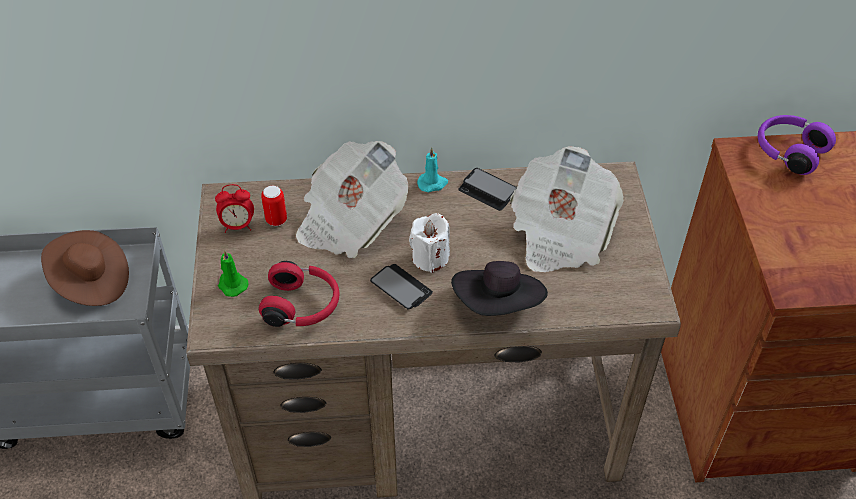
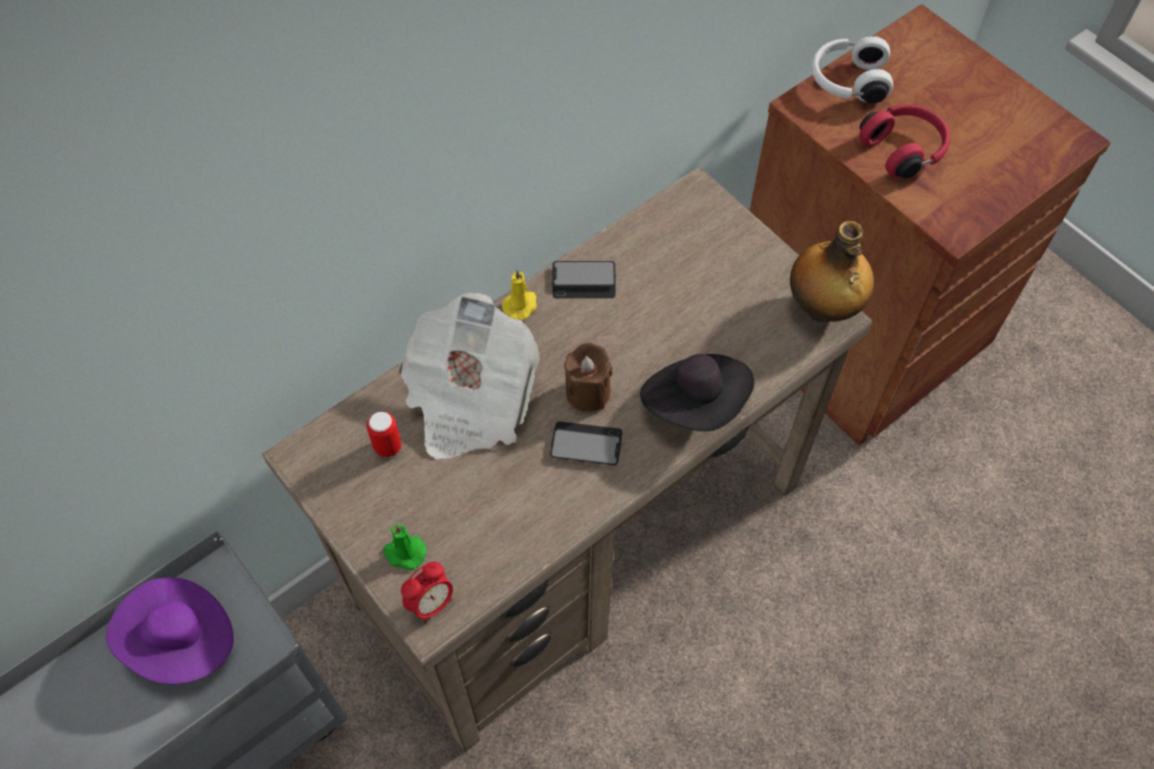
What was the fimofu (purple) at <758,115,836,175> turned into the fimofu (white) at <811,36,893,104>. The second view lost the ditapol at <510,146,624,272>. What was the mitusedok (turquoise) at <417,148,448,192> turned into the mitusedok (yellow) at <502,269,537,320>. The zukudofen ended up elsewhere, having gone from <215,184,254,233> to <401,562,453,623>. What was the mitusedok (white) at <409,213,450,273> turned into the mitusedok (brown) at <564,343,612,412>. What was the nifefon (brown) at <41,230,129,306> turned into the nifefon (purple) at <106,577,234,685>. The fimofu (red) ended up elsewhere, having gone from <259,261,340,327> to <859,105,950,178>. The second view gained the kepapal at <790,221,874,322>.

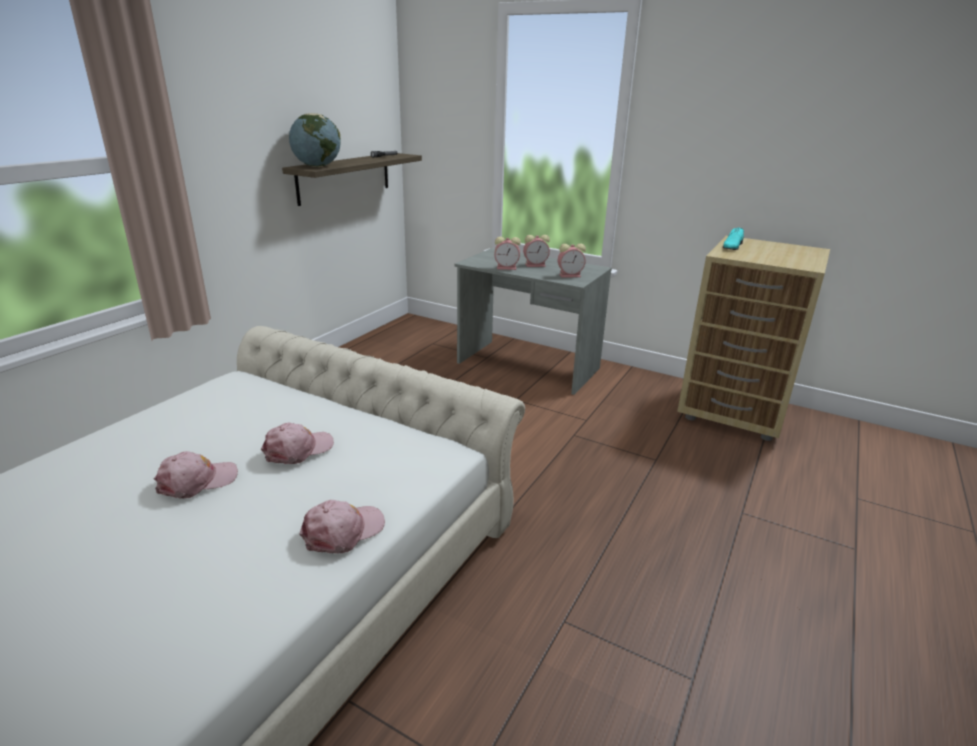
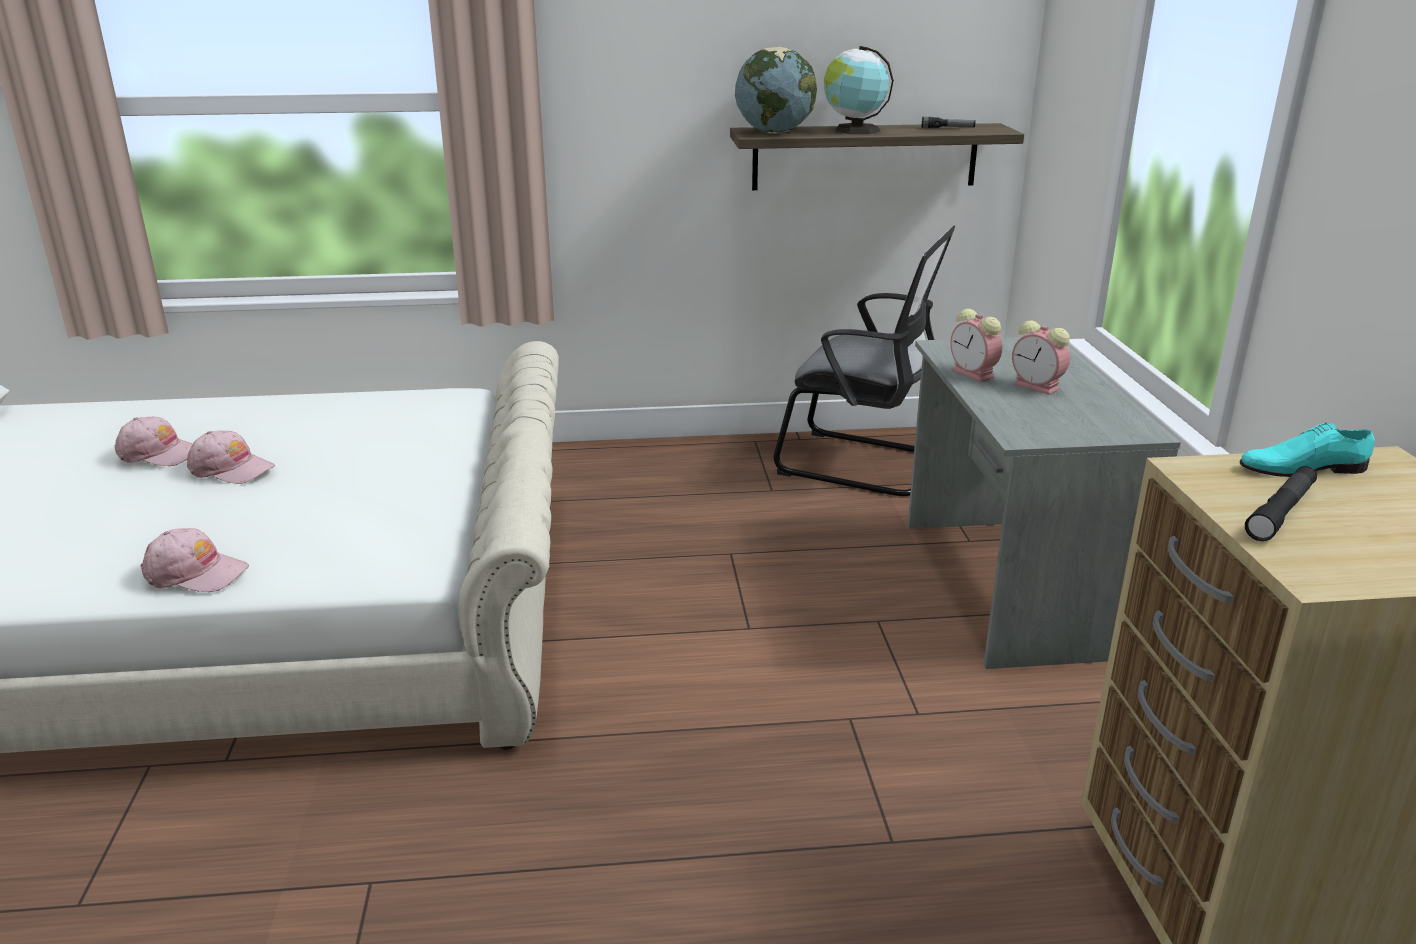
The second view lost the zukudofen at <558,244,586,278>. The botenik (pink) ended up elsewhere, having gone from <261,423,334,464> to <115,417,193,466>. The second view gained the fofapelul at <824,46,894,134>. The second view gained the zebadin at <773,225,955,496>. The second view gained the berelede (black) at <1245,466,1317,541>.

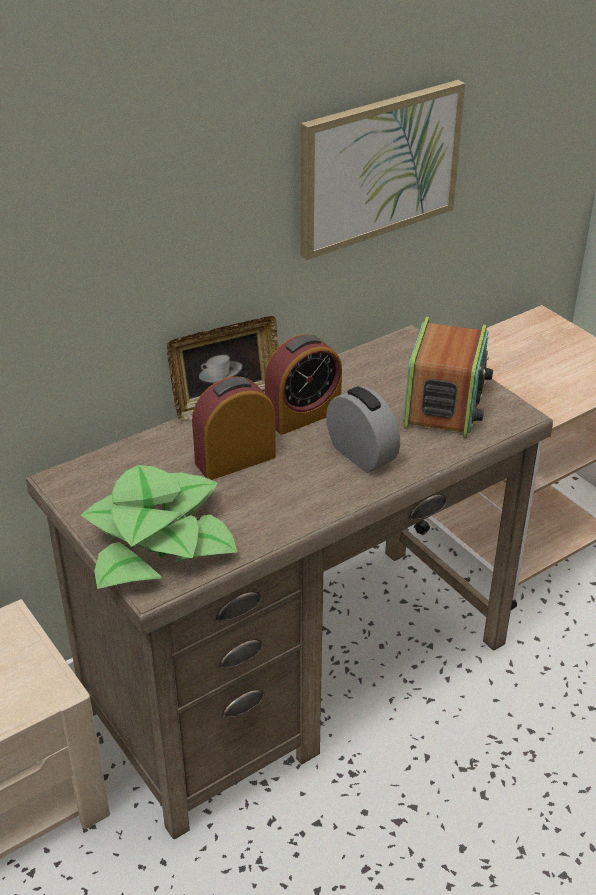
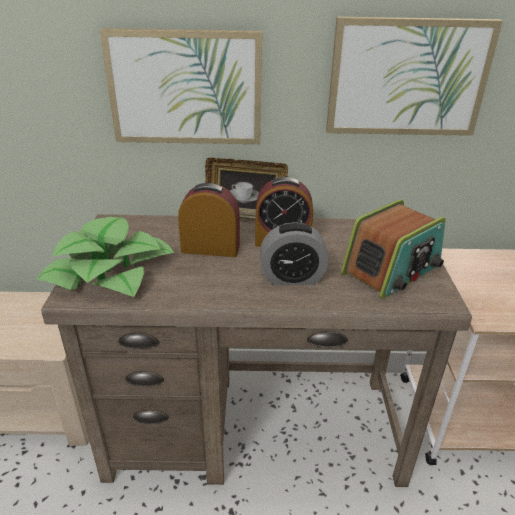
The zukudofen at <326,387,400,473> ended up facing another way, 90 degrees clockwise from before. The second view gained the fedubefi at <99,28,262,144>.

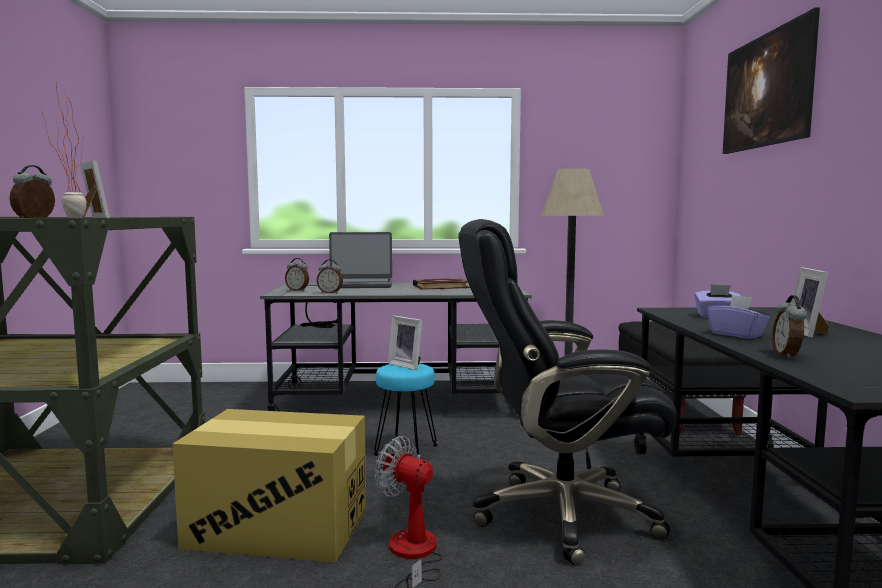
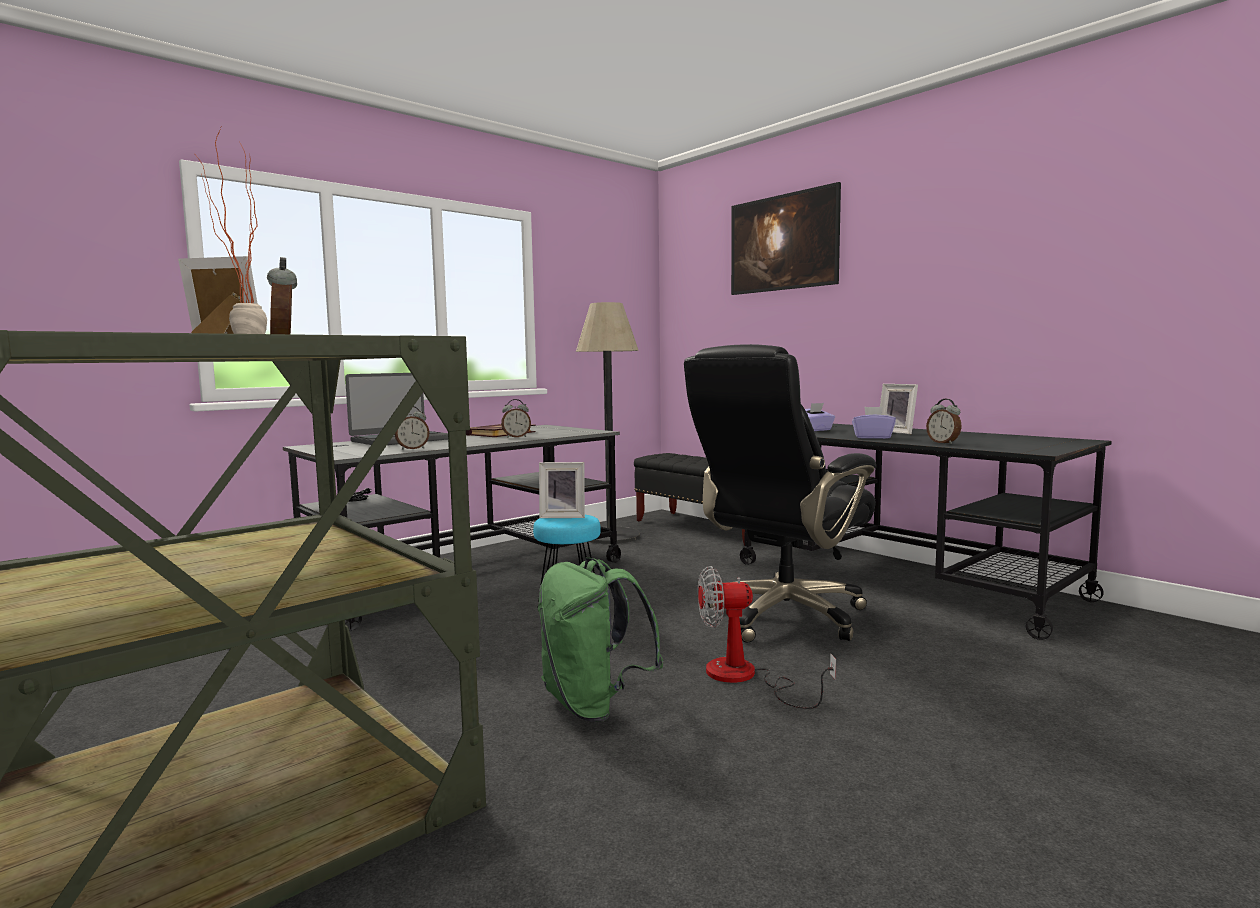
The zukudofen ended up elsewhere, having gone from <285,258,309,291> to <501,399,531,438>. Where the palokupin stood at <172,409,366,563>, the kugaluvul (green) came to stand at <538,558,664,722>.

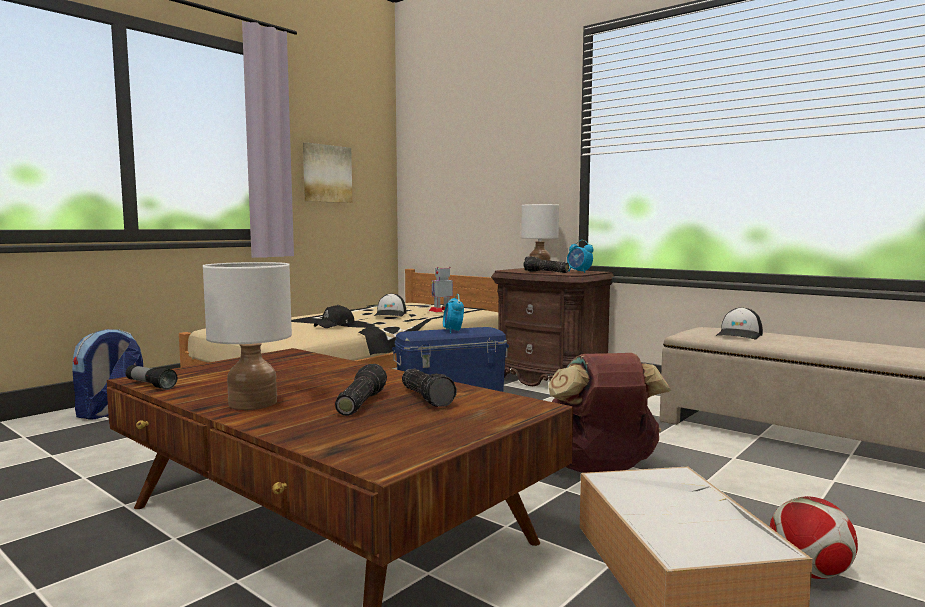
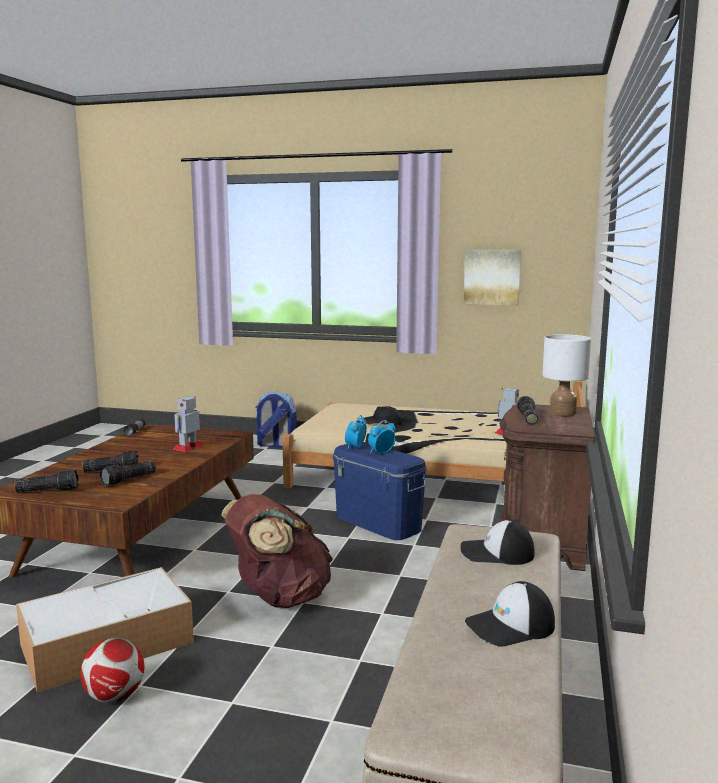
The zukudofen ended up elsewhere, having gone from <567,240,594,273> to <345,415,367,450>. The second view lost the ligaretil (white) at <203,262,292,410>. The botenik ended up elsewhere, having gone from <374,293,406,316> to <465,581,555,647>. The second view gained the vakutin at <173,396,203,452>. The second view gained the berelede at <15,470,79,493>.

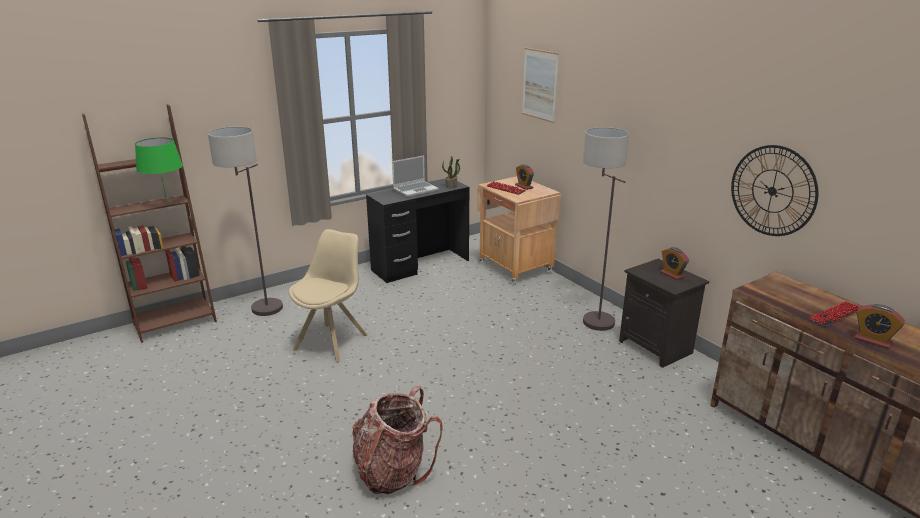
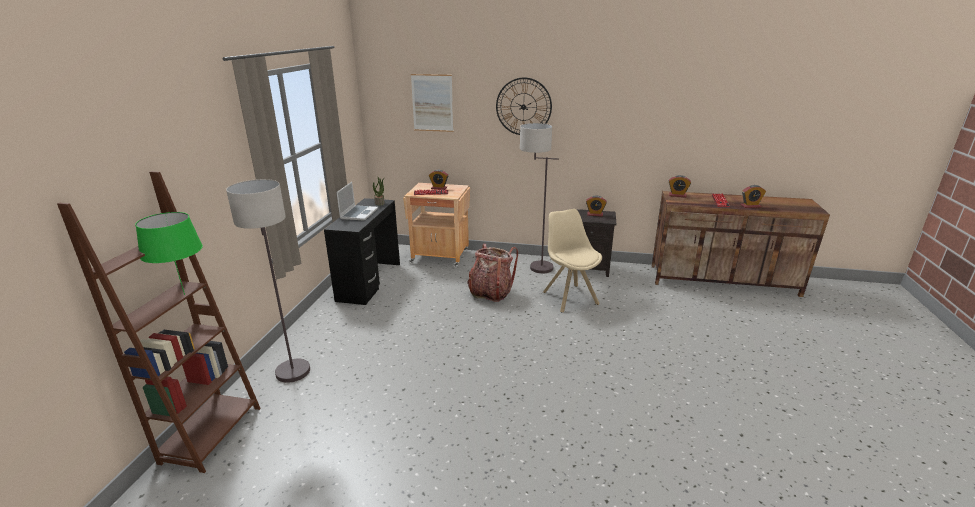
The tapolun ended up elsewhere, having gone from <731,145,818,236> to <496,77,552,135>. The zebadin (beige) ended up elsewhere, having gone from <289,229,367,362> to <543,209,602,313>. The kugaluvul ended up elsewhere, having gone from <352,386,443,495> to <467,244,518,302>. The second view gained the zukudofen at <669,175,691,198>.

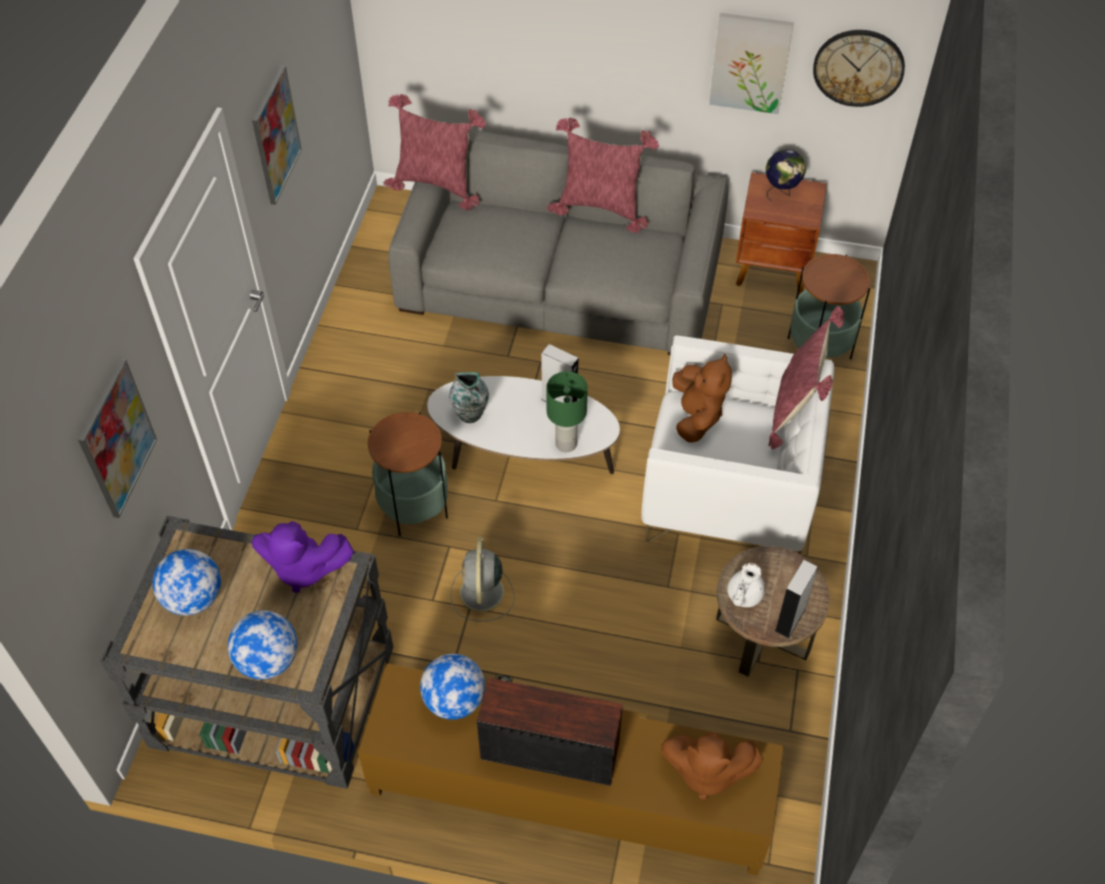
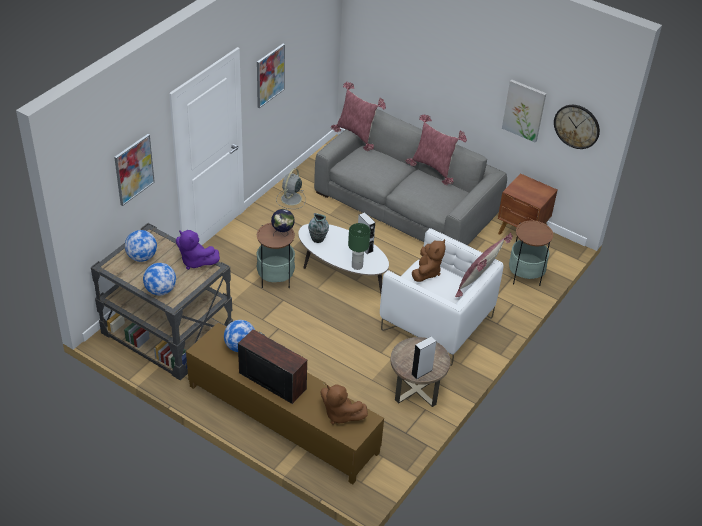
The fofapelul ended up elsewhere, having gone from <766,150,806,201> to <271,209,295,236>. The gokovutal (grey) ended up elsewhere, having gone from <450,537,514,622> to <276,168,306,209>. The second view lost the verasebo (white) at <727,563,765,607>.

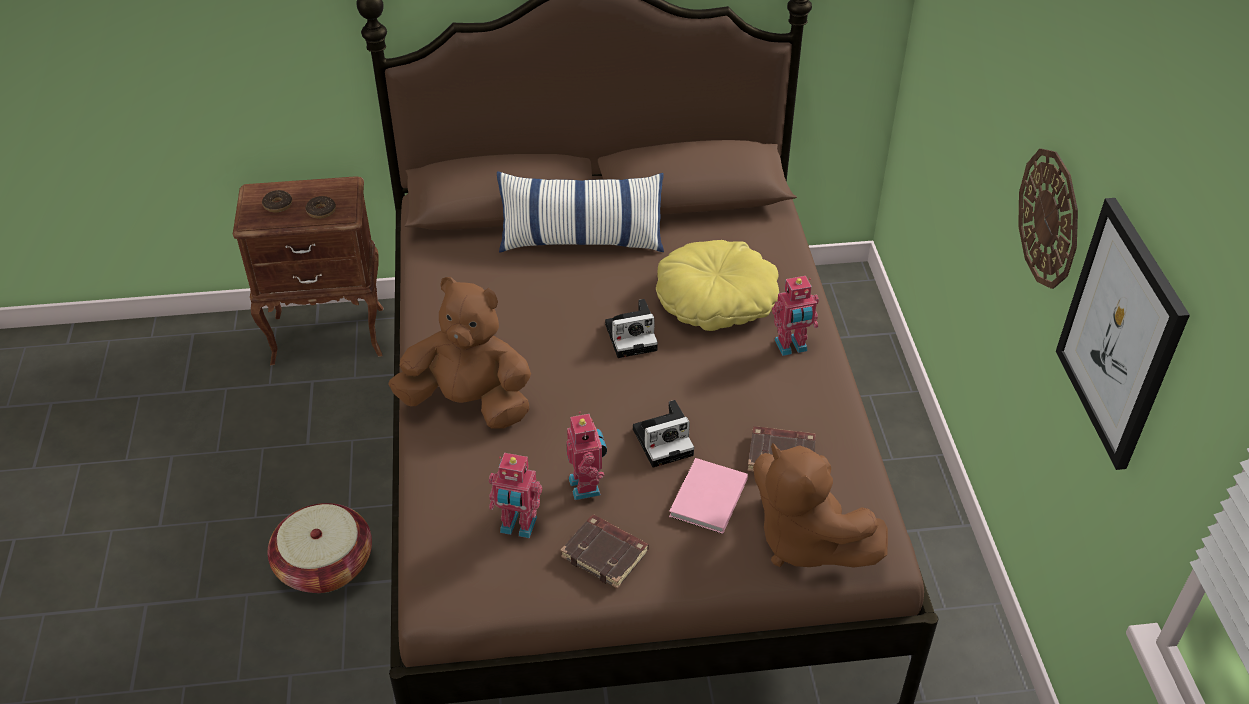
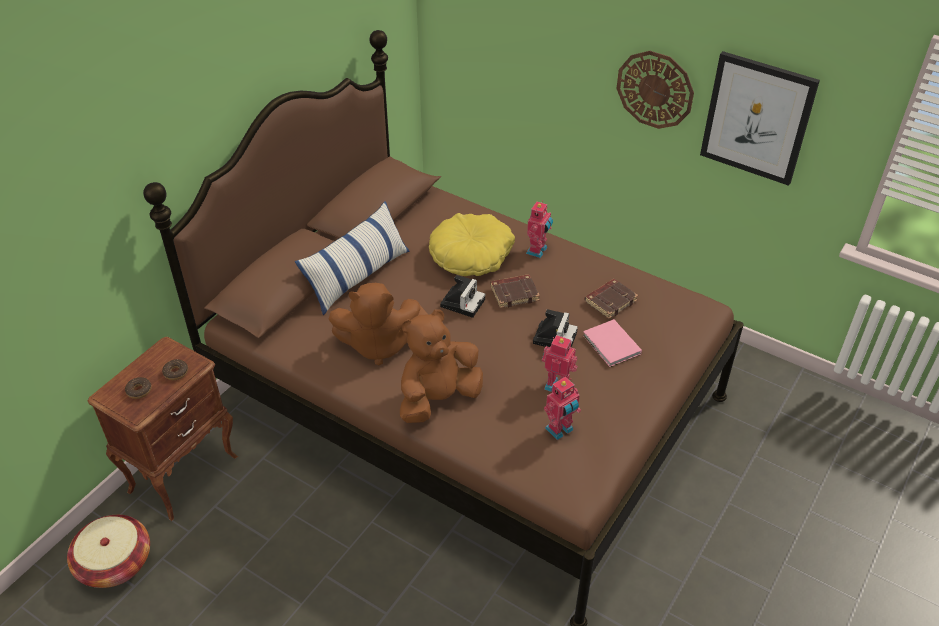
The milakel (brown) ended up elsewhere, having gone from <753,443,888,568> to <328,283,427,366>. The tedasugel ended up elsewhere, having gone from <268,503,372,593> to <67,515,150,588>. The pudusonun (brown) ended up elsewhere, having gone from <560,514,649,589> to <490,274,540,308>.

